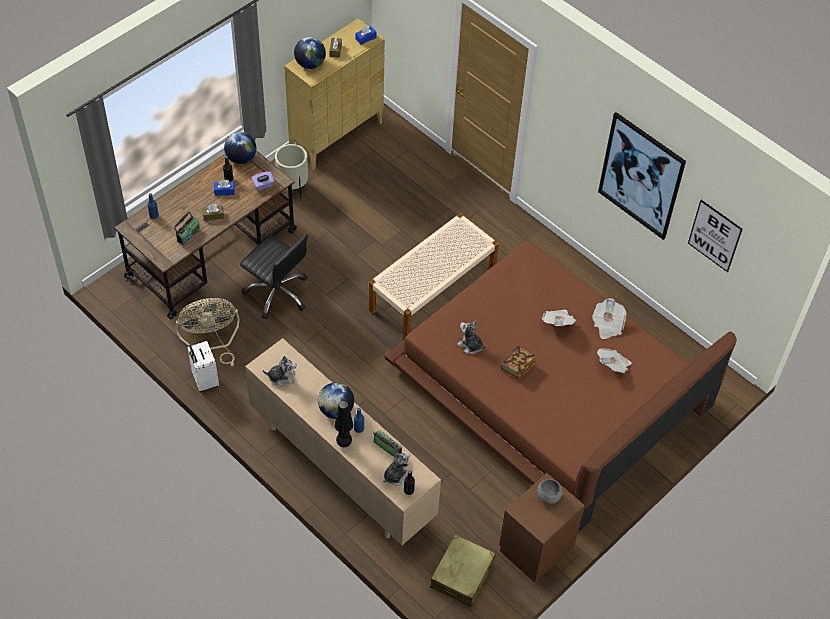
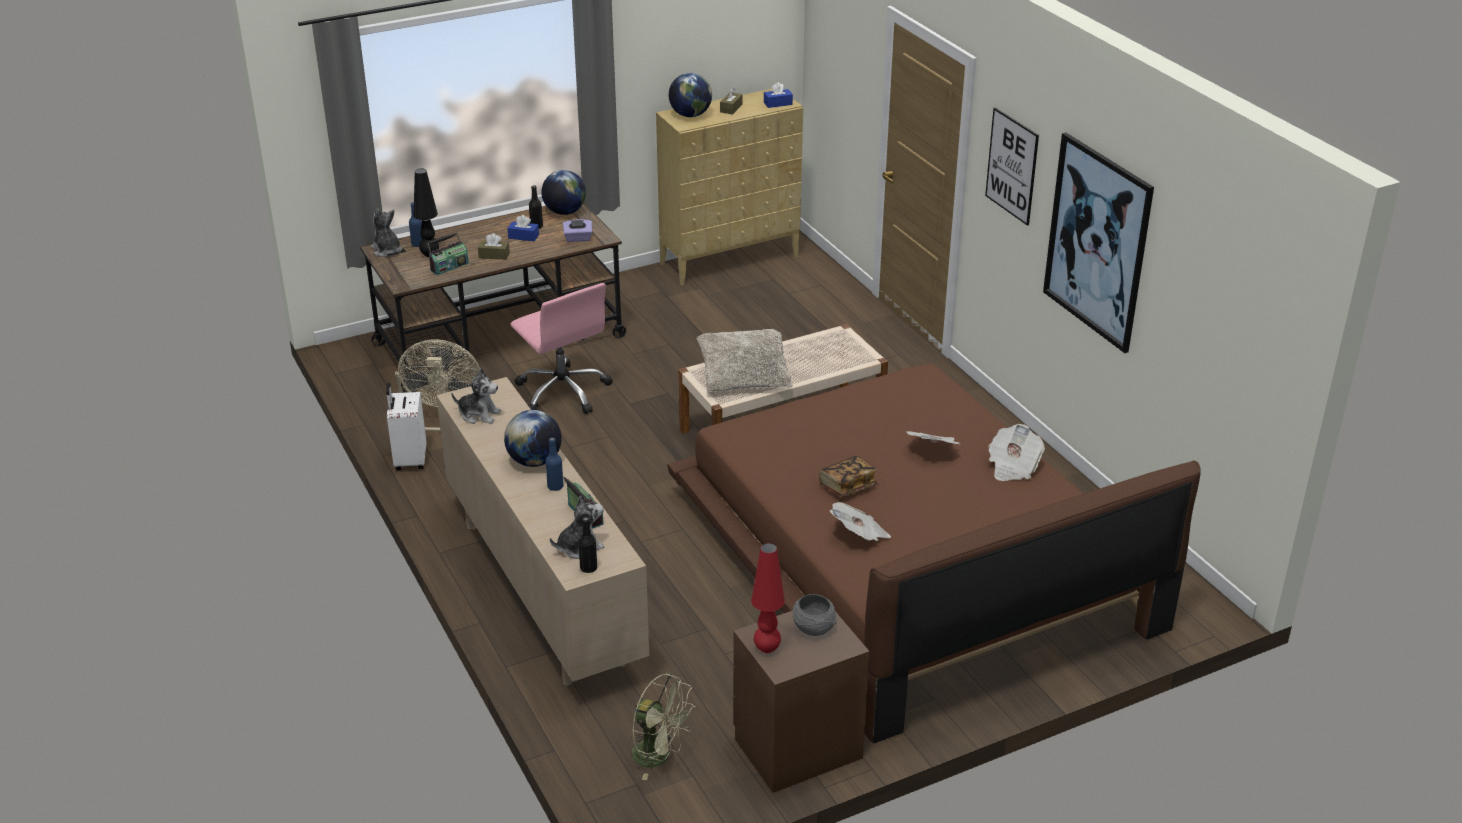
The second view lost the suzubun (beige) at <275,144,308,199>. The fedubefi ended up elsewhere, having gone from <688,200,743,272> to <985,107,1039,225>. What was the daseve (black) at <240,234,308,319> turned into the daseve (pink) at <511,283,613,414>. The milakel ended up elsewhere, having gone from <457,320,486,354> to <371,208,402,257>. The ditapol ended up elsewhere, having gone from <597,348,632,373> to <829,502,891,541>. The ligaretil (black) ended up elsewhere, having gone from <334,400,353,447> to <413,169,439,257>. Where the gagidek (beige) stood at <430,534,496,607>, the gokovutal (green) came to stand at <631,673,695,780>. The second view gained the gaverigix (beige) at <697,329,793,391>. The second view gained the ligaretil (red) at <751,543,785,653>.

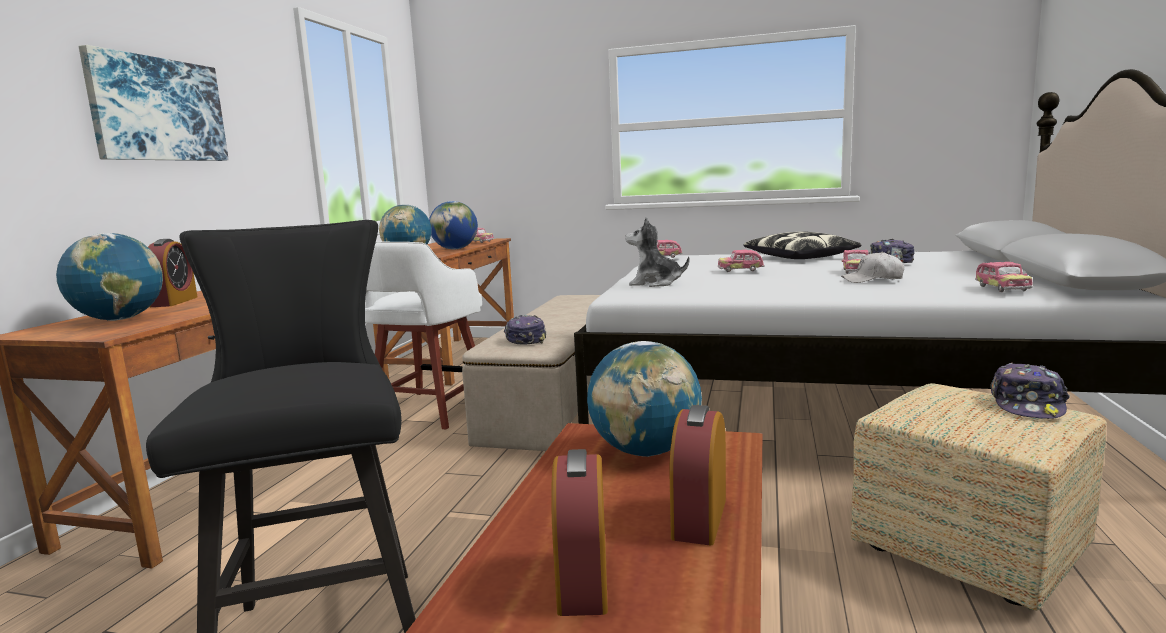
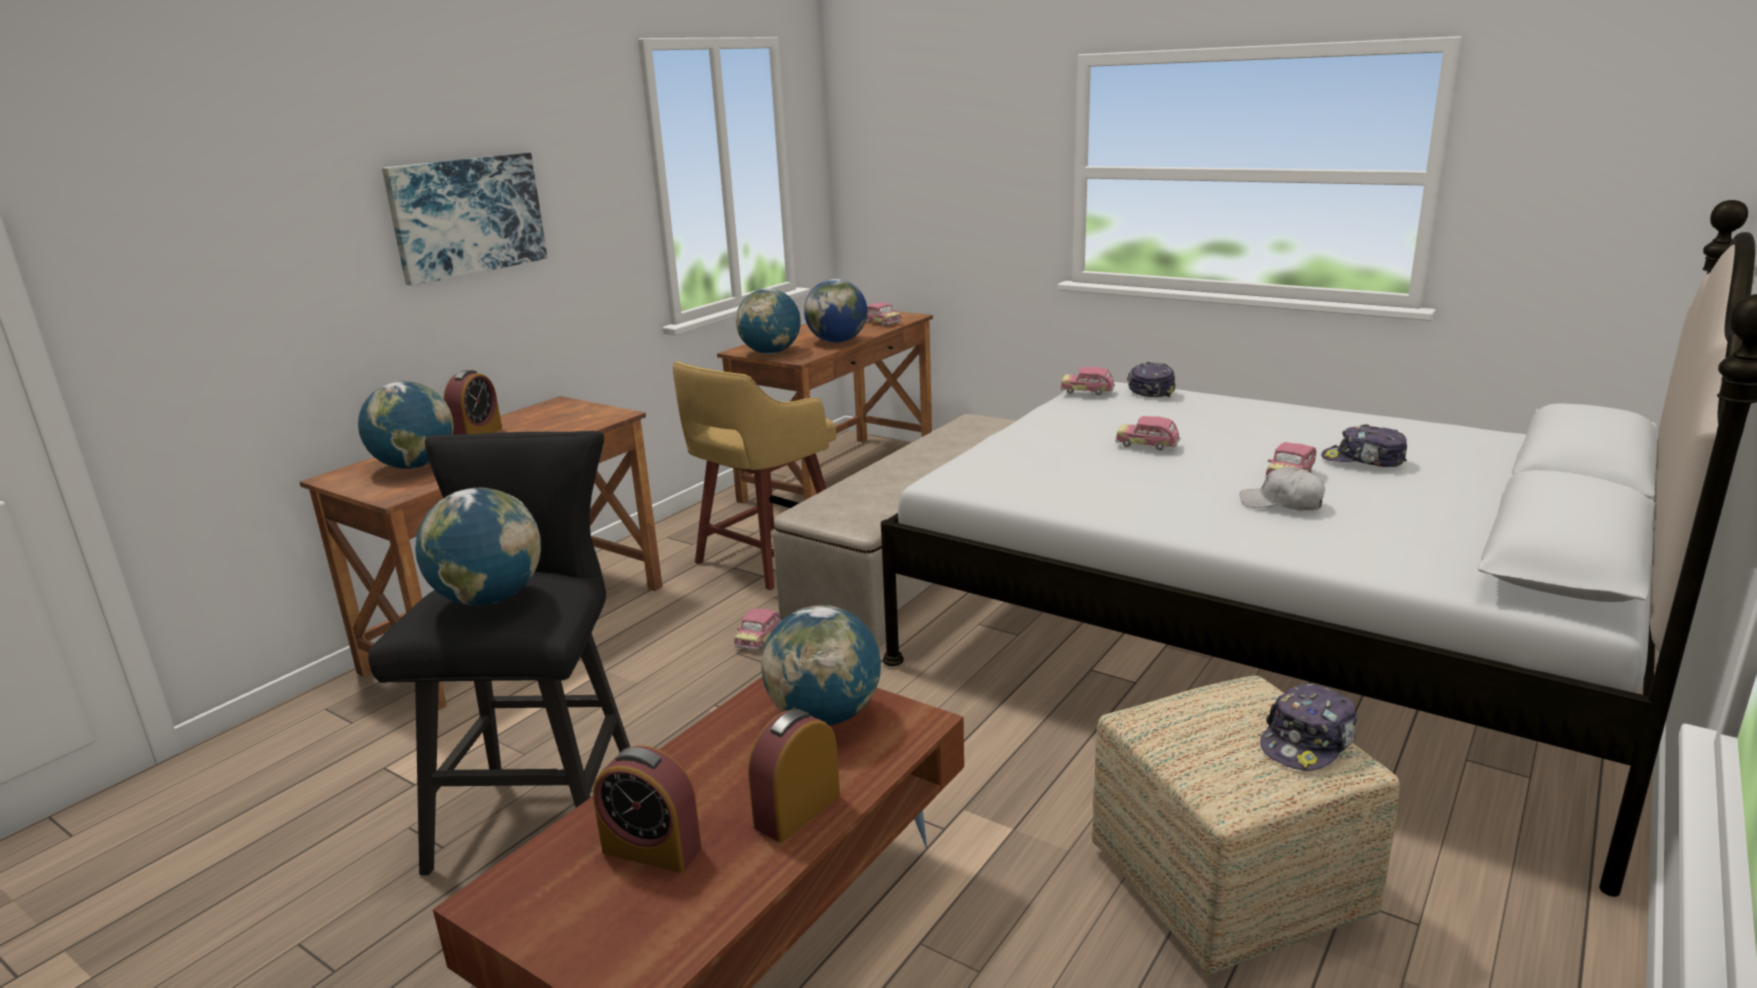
The second view lost the milakel at <625,217,690,287>. The second view lost the gaverigix at <744,231,861,259>. What was the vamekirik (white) at <365,242,482,430> turned into the vamekirik (yellow) at <673,361,836,590>. The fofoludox ended up elsewhere, having gone from <975,262,1033,292> to <734,608,780,650>. The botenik ended up elsewhere, having gone from <504,315,546,344> to <1127,362,1176,397>. The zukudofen at <551,449,608,616> ended up facing another way, 90 degrees counterclockwise from before. The second view gained the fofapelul at <415,488,541,606>.

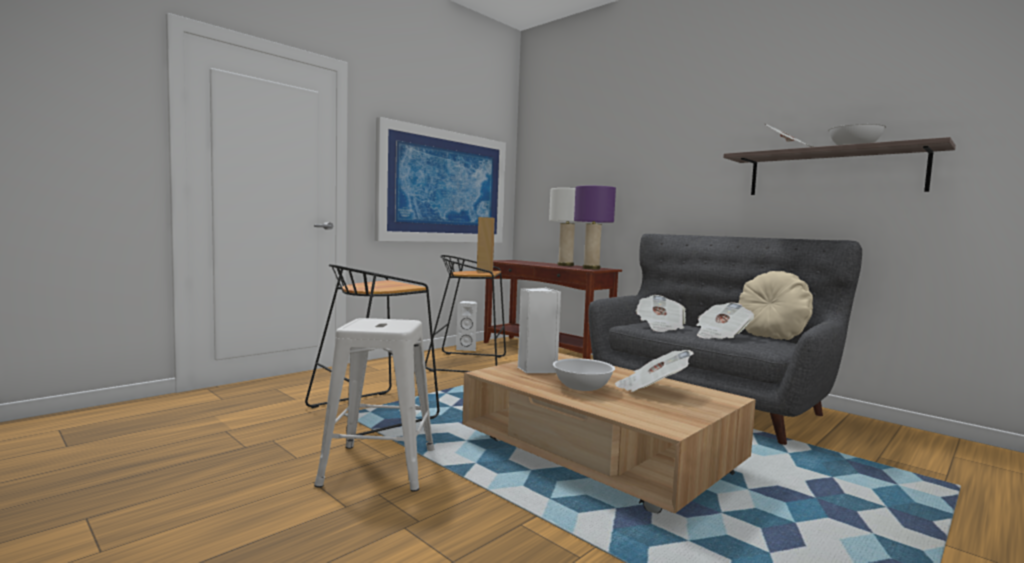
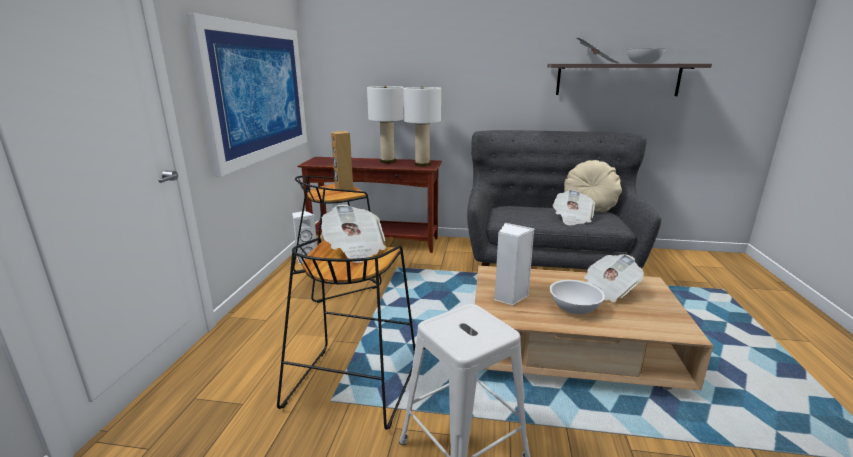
What was the ligaretil (purple) at <574,186,616,269> turned into the ligaretil (white) at <403,87,441,167>. The ditapol ended up elsewhere, having gone from <636,295,686,332> to <321,204,386,263>.

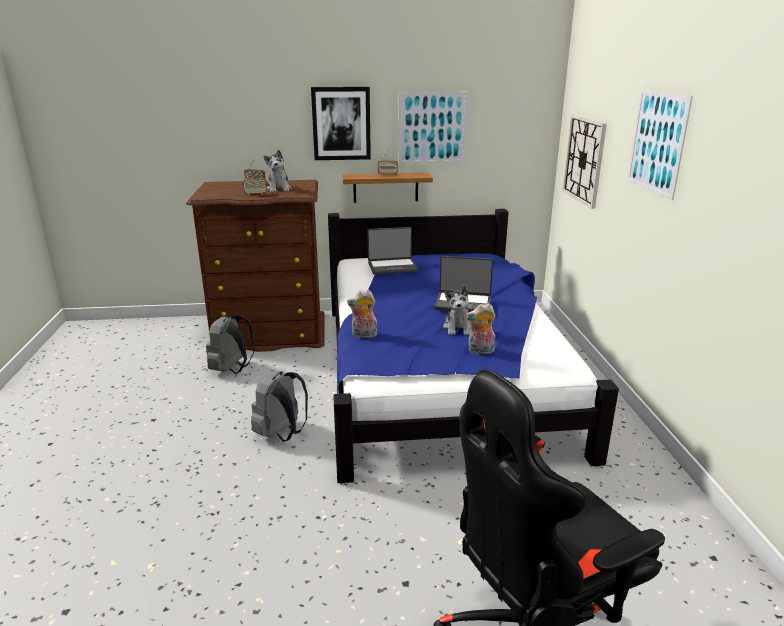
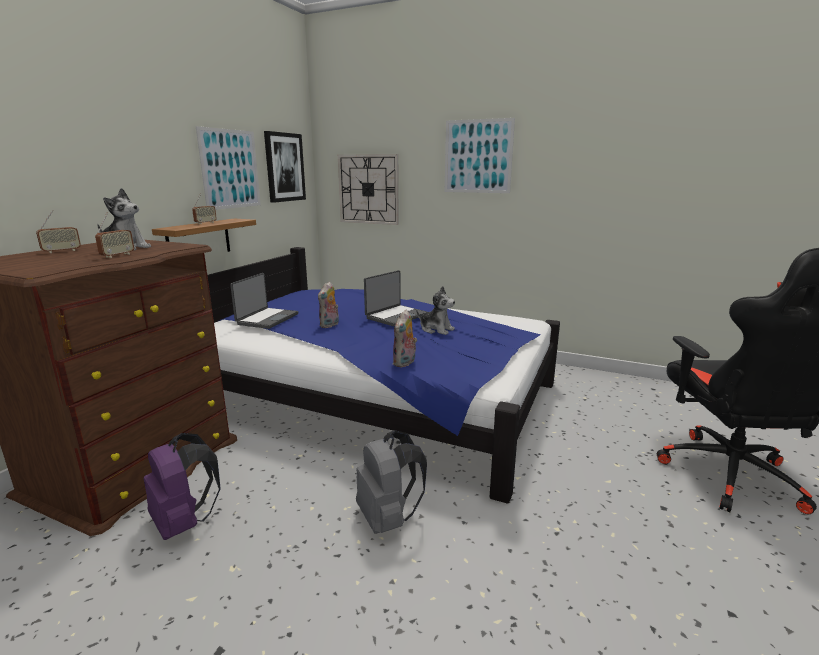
The fedubefi ended up elsewhere, having gone from <311,87,371,160> to <264,131,306,203>. The milakel ended up elsewhere, having gone from <466,303,495,354> to <318,281,339,328>. What was the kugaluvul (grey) at <206,315,254,374> turned into the kugaluvul (purple) at <143,433,221,540>.

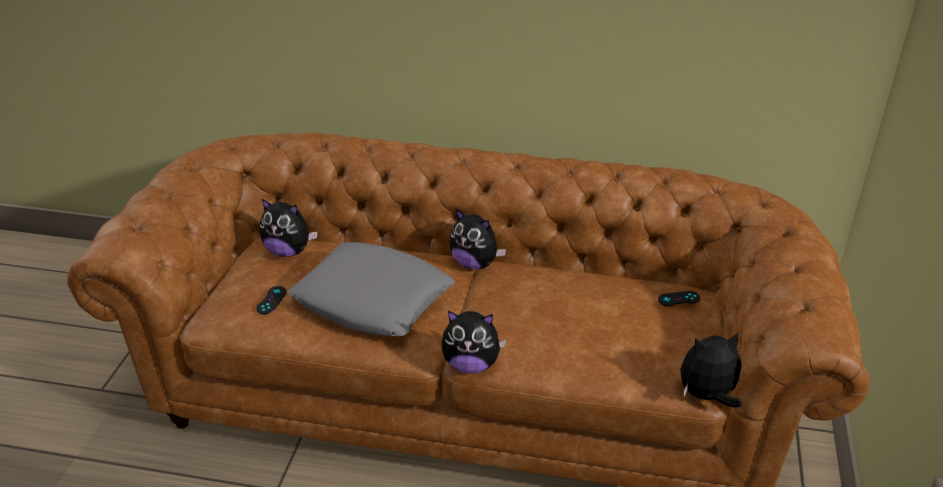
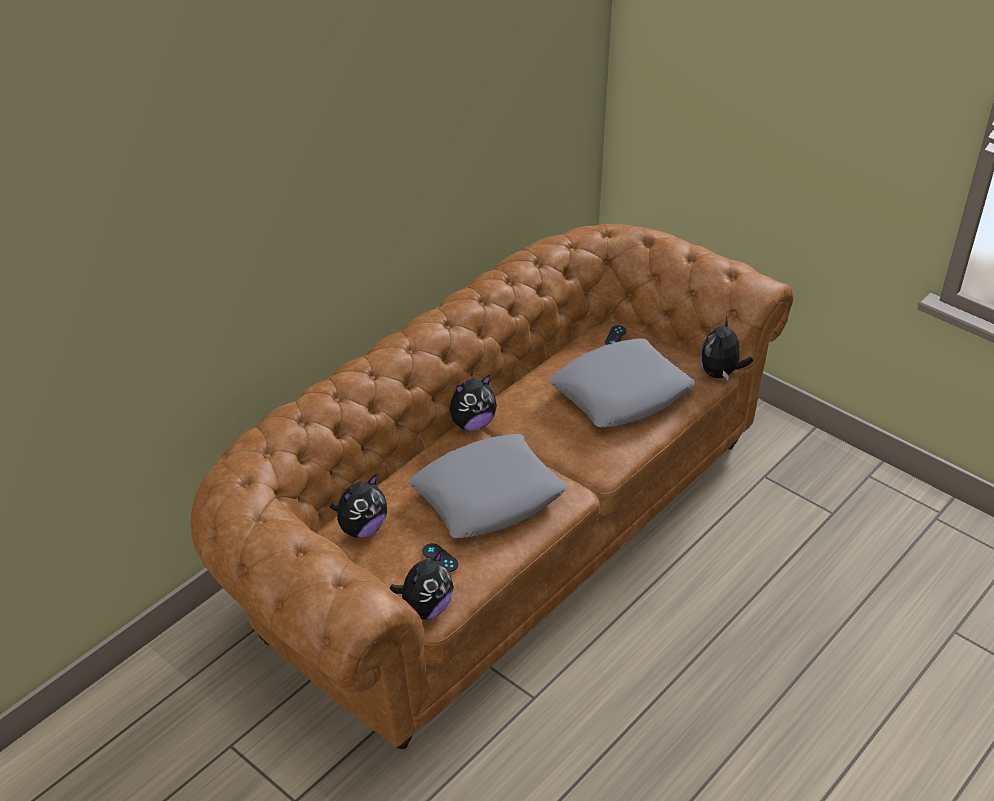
The milakel ended up elsewhere, having gone from <441,311,506,373> to <390,550,454,620>. The second view gained the gaverigix (grey) at <549,339,695,427>.

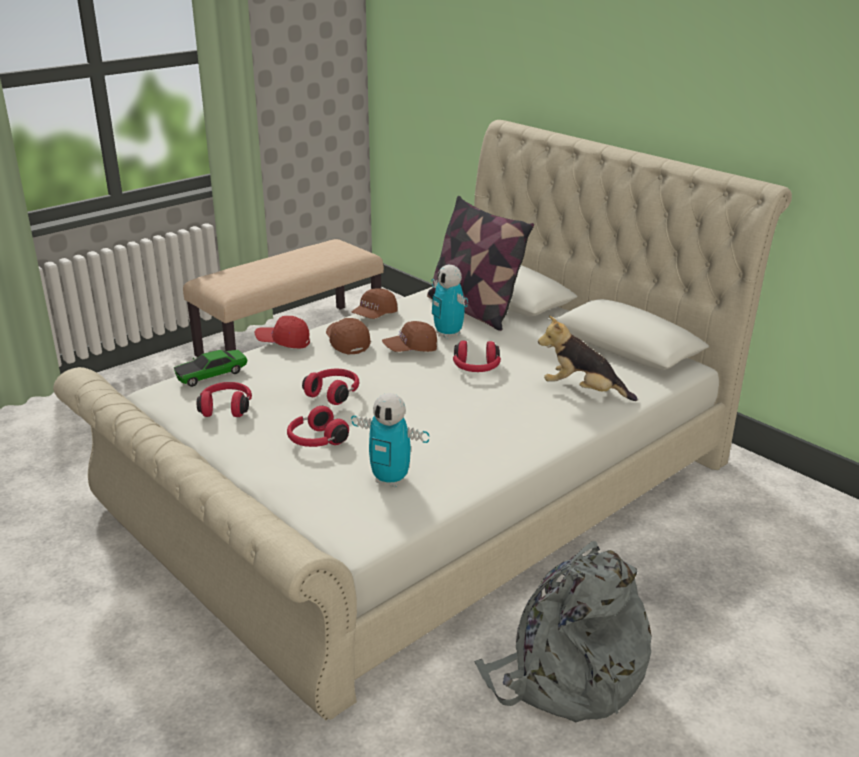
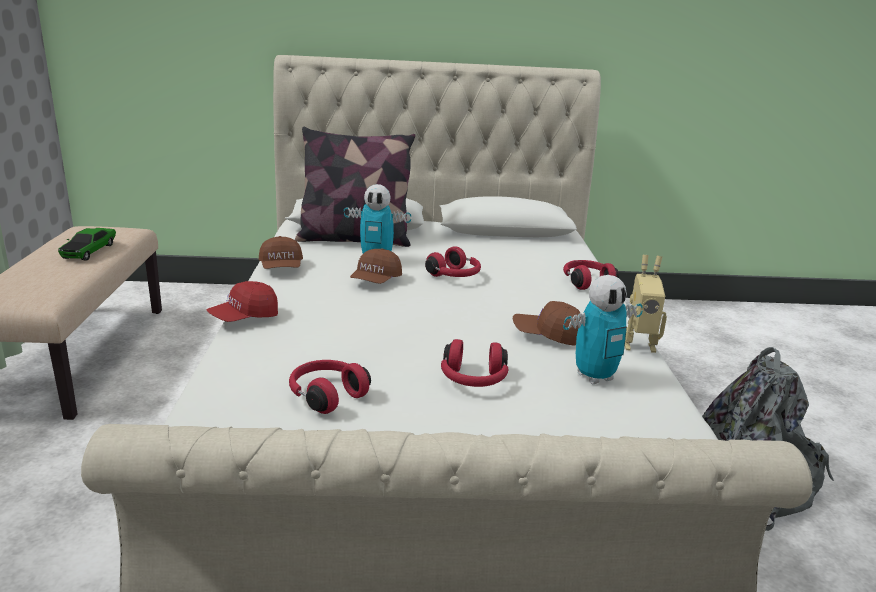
The second view lost the milakel at <538,315,637,401>. The botenik (brown) ended up elsewhere, having gone from <326,318,371,355> to <513,301,581,346>. The fofoludox ended up elsewhere, having gone from <174,350,248,387> to <58,228,116,261>. The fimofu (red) ended up elsewhere, having gone from <302,369,359,405> to <563,260,619,290>. The second view gained the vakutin at <625,255,667,353>.

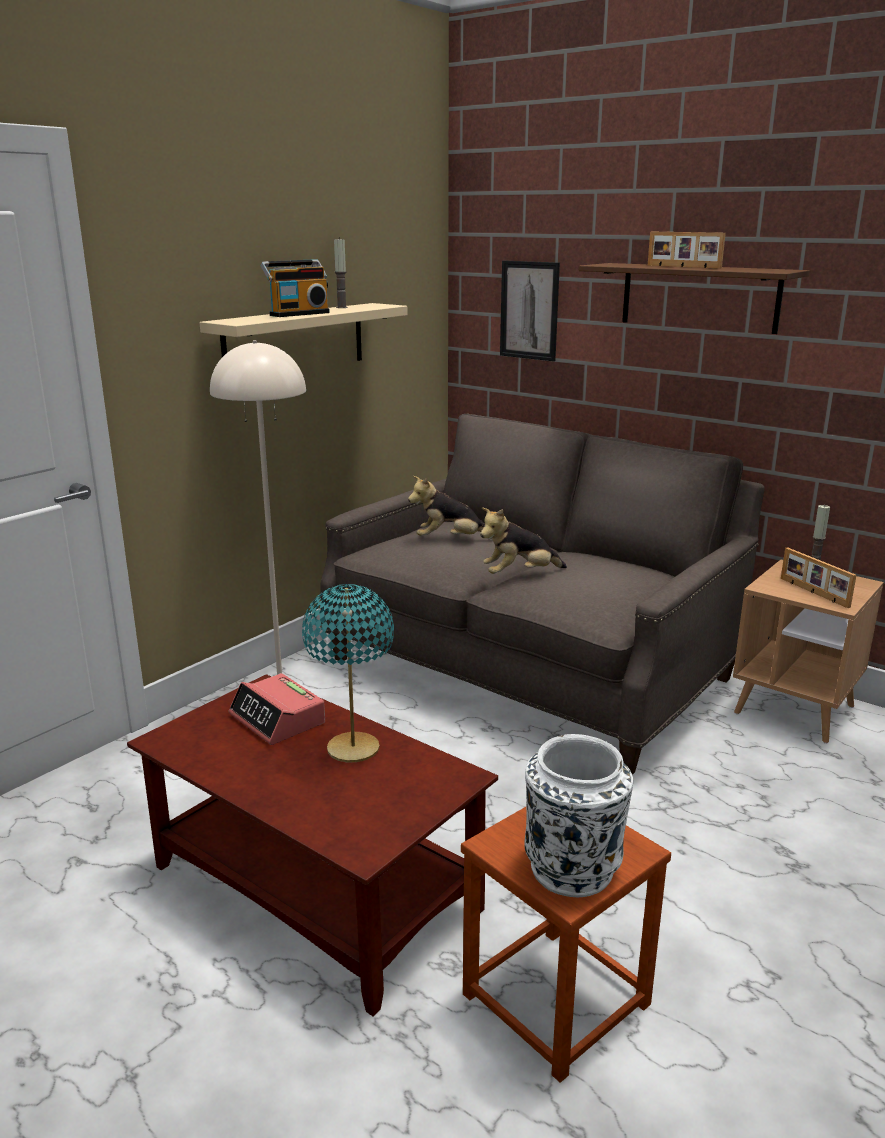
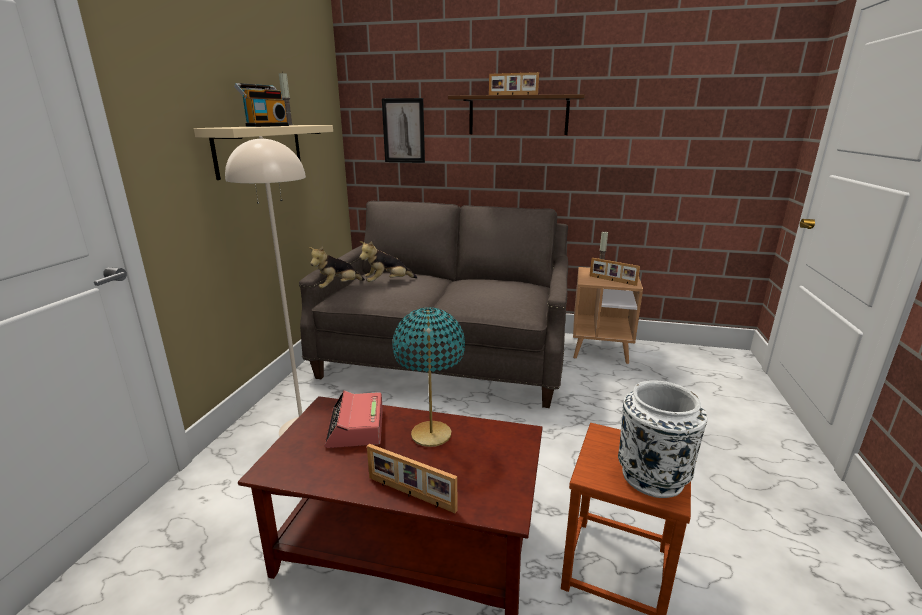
The milakel ended up elsewhere, having gone from <480,507,567,574> to <308,246,365,288>. The zukudofen at <229,673,325,745> ended up facing another way, 60 degrees clockwise from before. The second view gained the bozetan at <367,444,457,513>.

